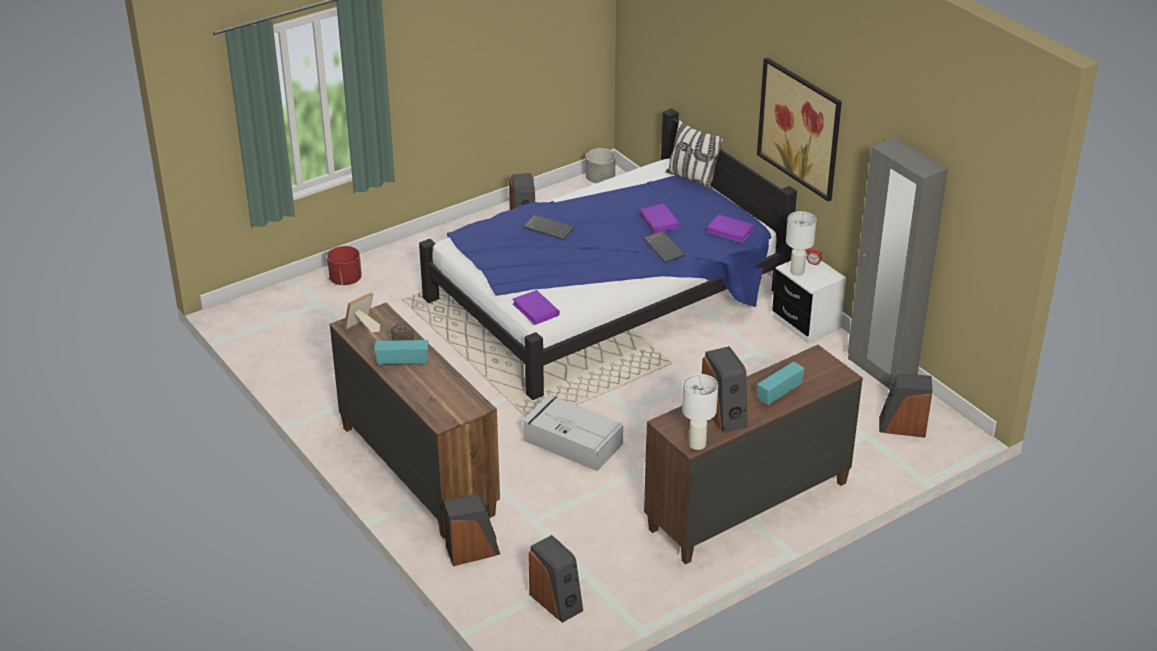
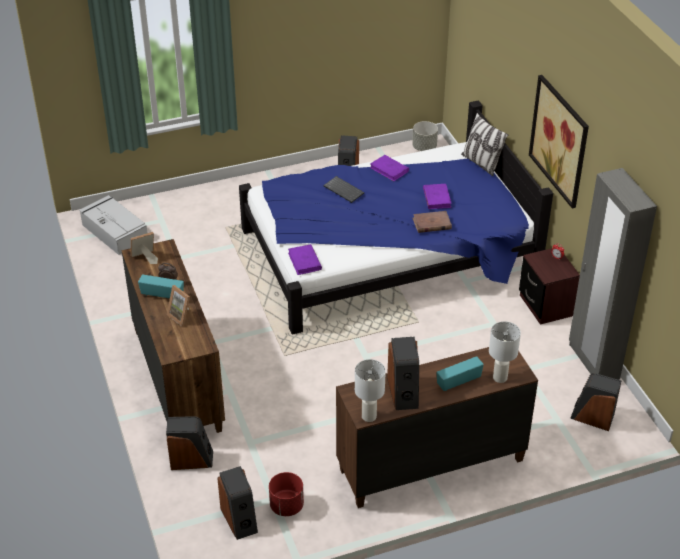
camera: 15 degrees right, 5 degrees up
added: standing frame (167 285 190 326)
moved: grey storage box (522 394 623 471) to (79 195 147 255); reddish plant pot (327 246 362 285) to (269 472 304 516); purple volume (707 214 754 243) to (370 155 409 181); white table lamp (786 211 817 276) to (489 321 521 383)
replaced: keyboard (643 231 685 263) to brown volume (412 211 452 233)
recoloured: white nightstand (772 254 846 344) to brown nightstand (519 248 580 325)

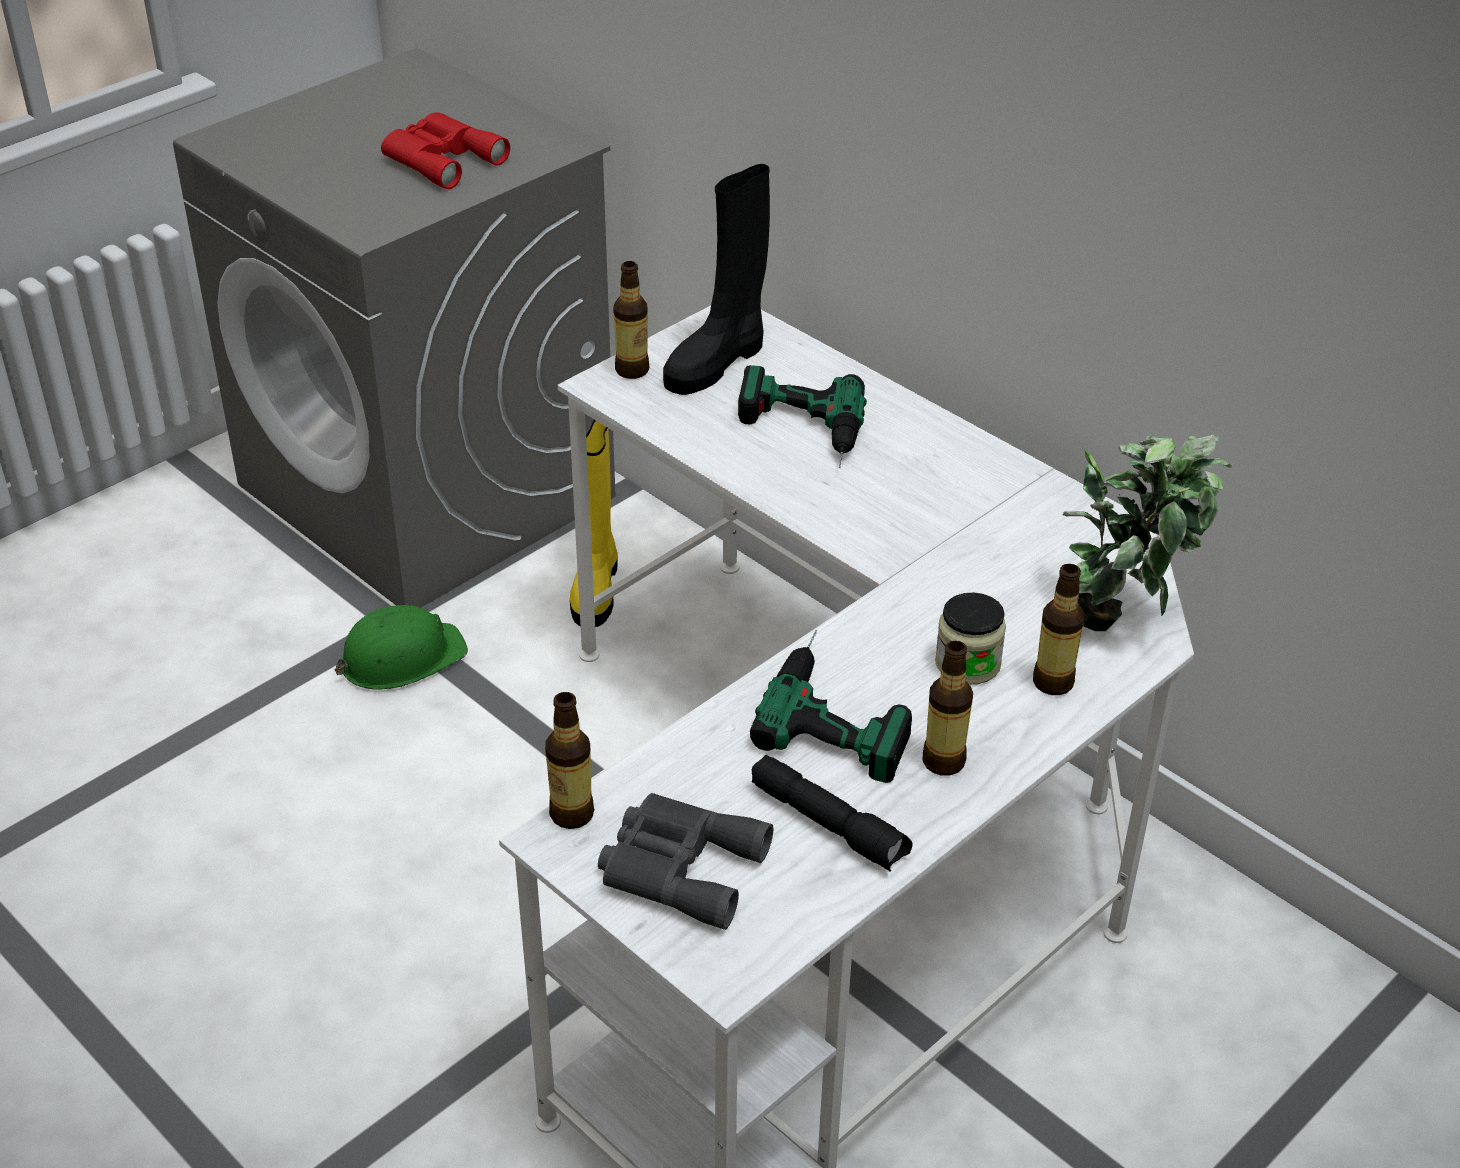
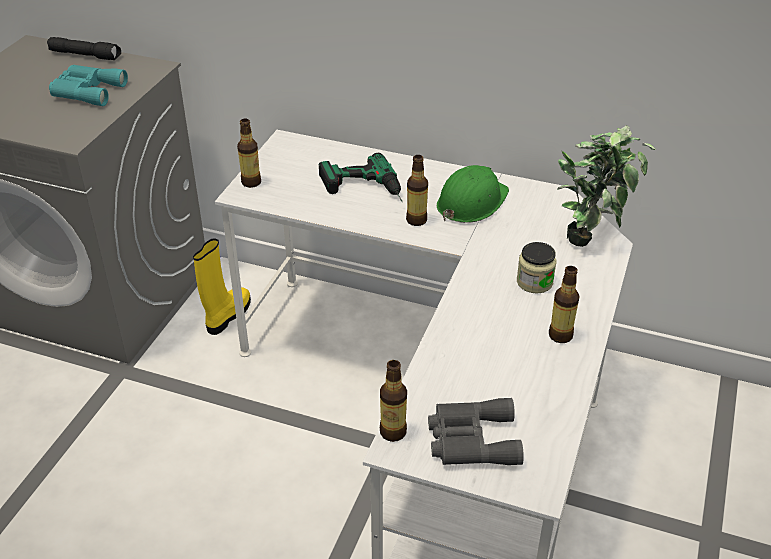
camera: 25 degrees left, 0 degrees up
removed: black high-top boot (663 164 770 395); electric drill (750 630 912 783)
moved: black hand torch (751 755 913 872) to (47 37 121 60); drink bottle (1033 564 1085 695) to (406 155 428 226); greenish hard hat (335 605 468 690) to (436 165 509 223)
recoloured: reddish field glasses (381 112 510 189) to turquoise-coloured field glasses (49 65 128 106)
turned: yellowish high-top boot (570 420 618 627) = (193 238 251 335) 135 degrees counterclockwise

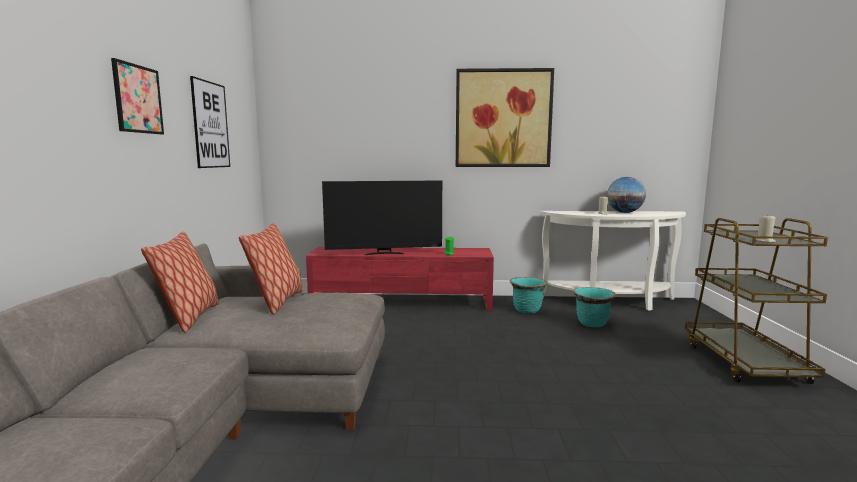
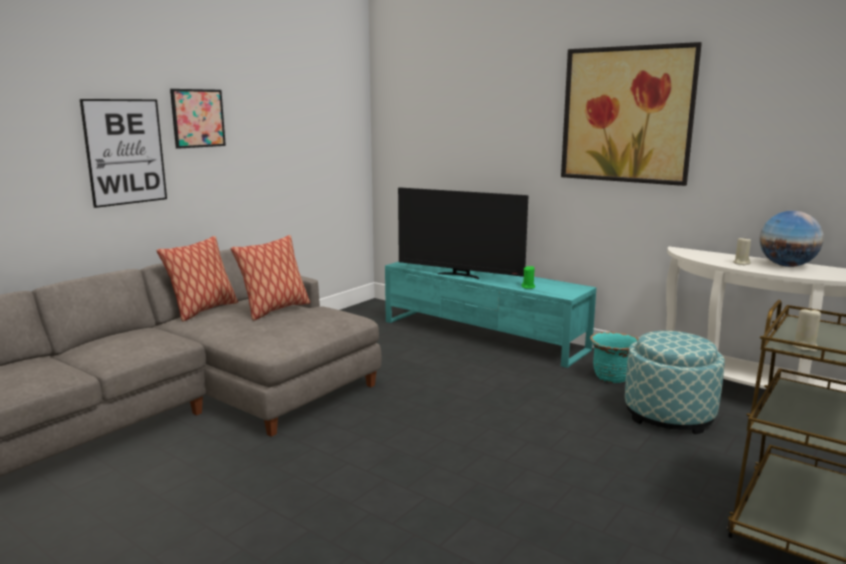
camera: 35 degrees right, 5 degrees up
moved: wall art (190 76 230 168) to (80 99 167 208)
replaced: turquoise-coloured plant pot (573 287 616 328) to footrest (625 331 725 434)
recoloured: reddish tv stand (306 247 494 311) to turquoise-coloured tv stand (385 262 597 368)

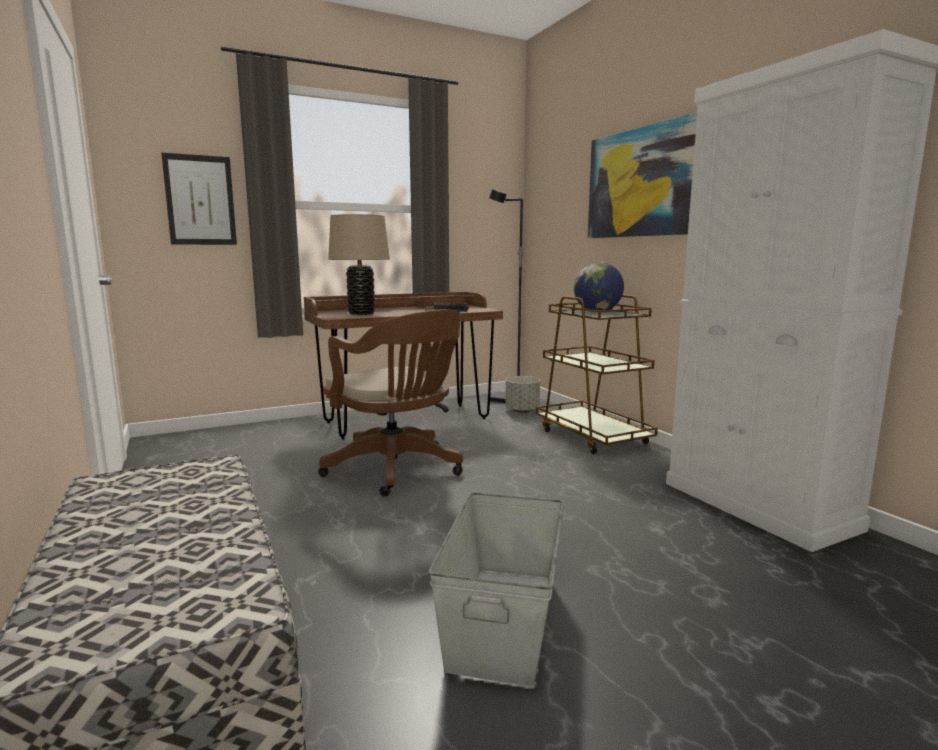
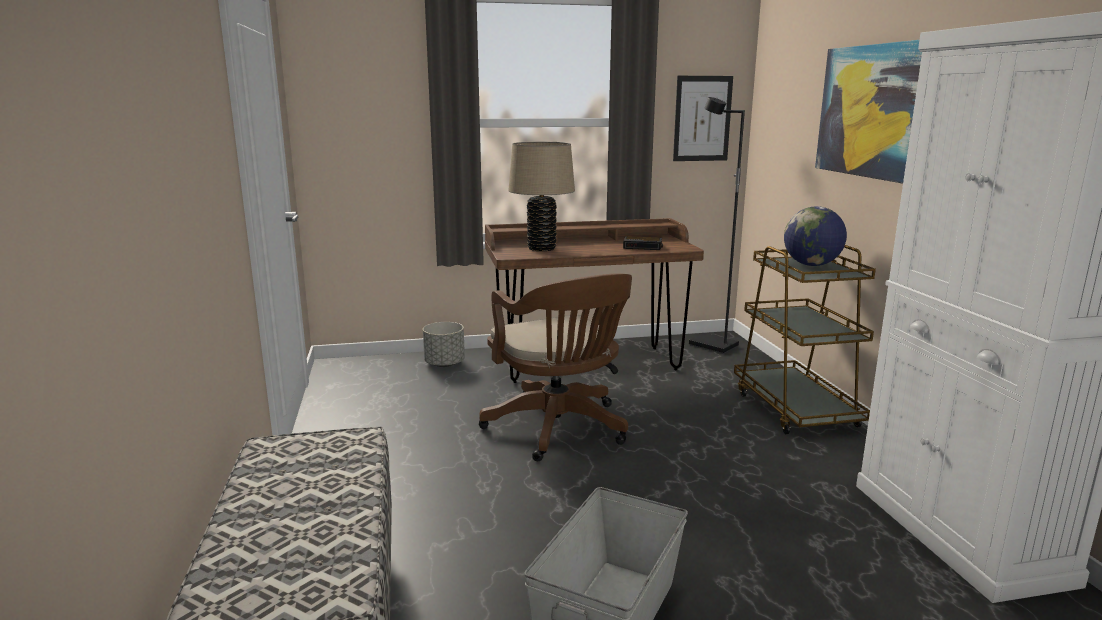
camera: 15 degrees right, 5 degrees up
moved: grey plant pot (505 376 540 413) to (423 322 465 367); wall art (161 153 237 245) to (673 76 733 161)

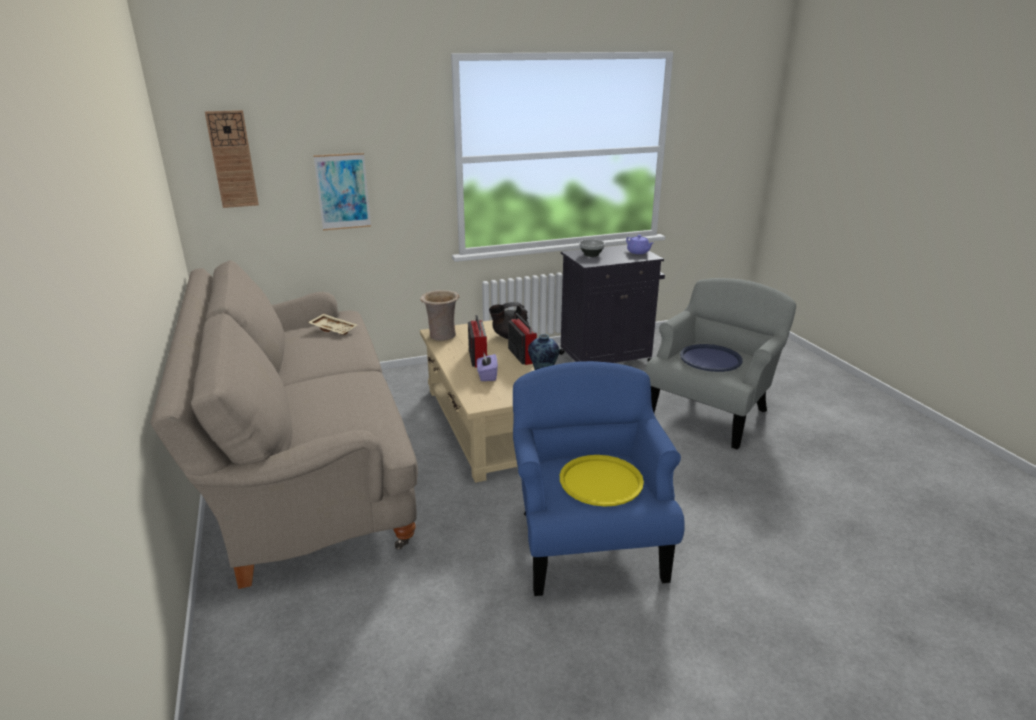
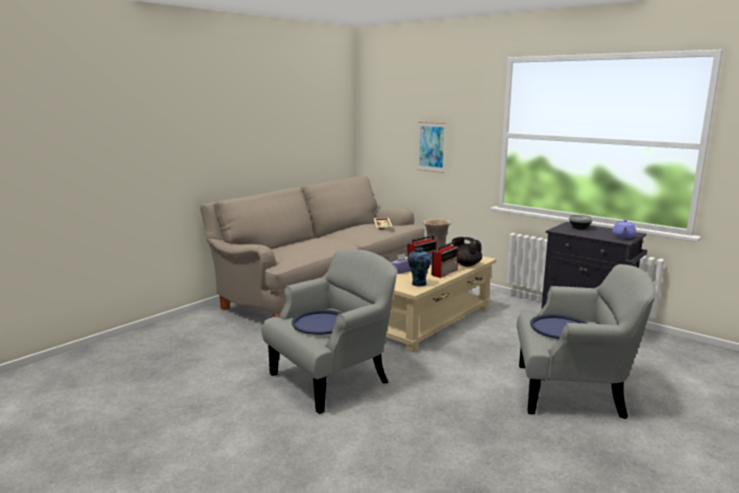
camera: 60 degrees right, 10 degrees down
removed: hanging clock (205 110 259 208)
recoloured: bluish lounge chair (513 361 685 596) to grey lounge chair (262 249 397 414); yellowish serving tray (560 455 644 507) to bluish serving tray (292 310 342 335)

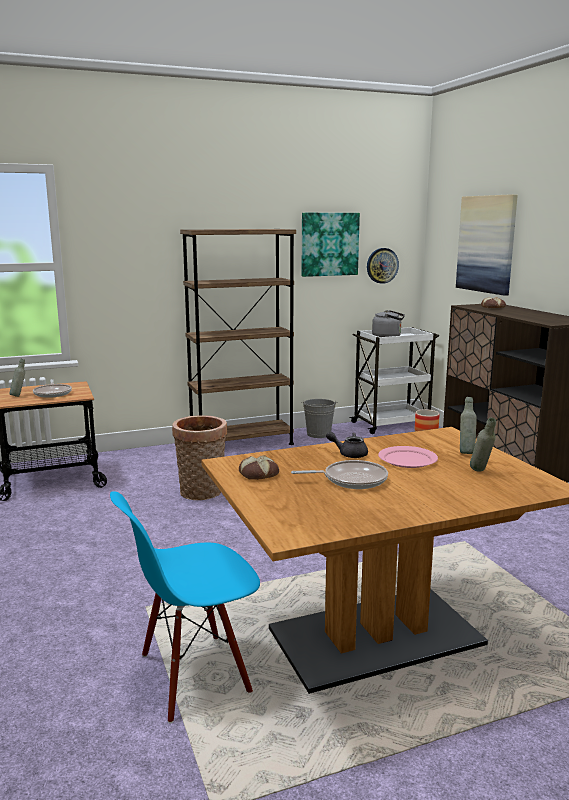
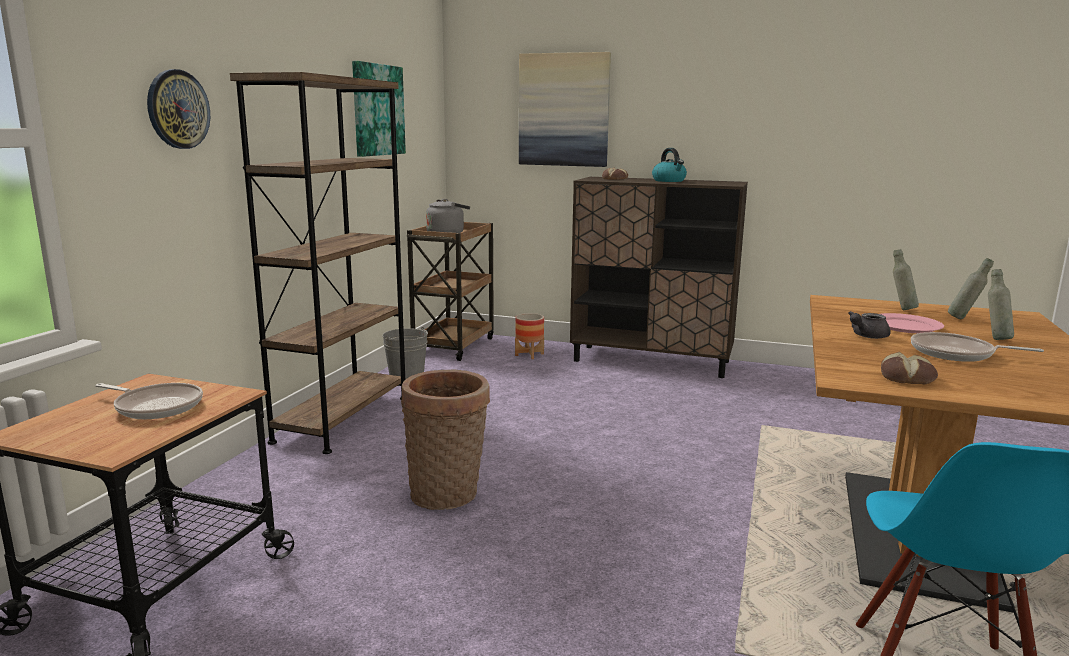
camera: 50 degrees left, 0 degrees up
added: kettle (652 148 687 182)
moved: hanging clock (367 248 399 284) to (147 69 210 149); grey drink bottle (9 359 25 397) to (988 269 1014 340)
recoloured: white cart (349 327 439 434) to brown cart (407 222 494 361)
turned: pan (291 460 388 489) = (911 332 1044 362) 105 degrees counterclockwise

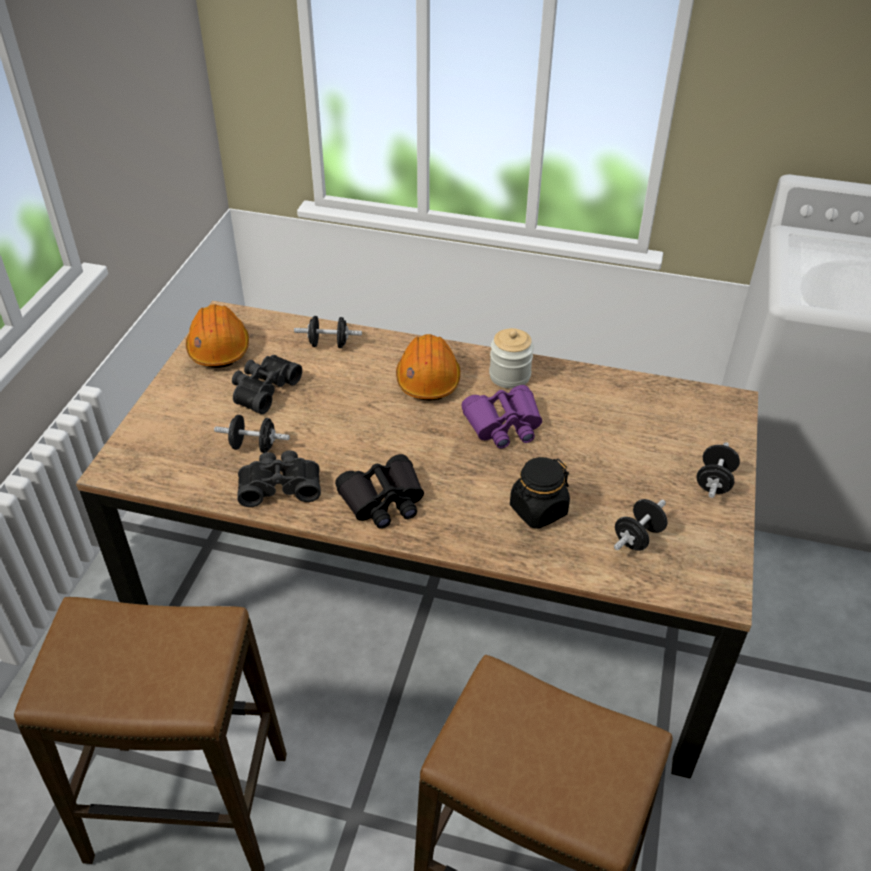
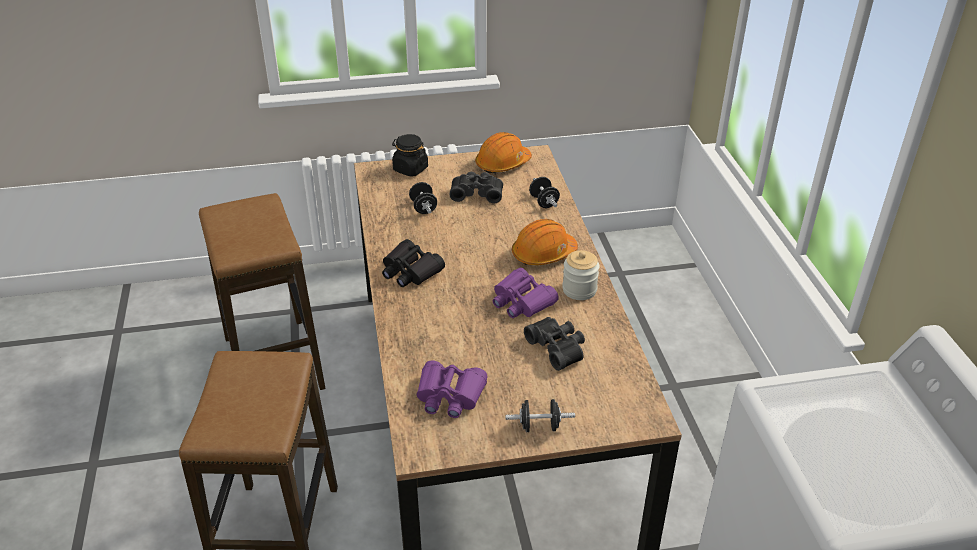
camera: 65 degrees right, 5 degrees down
moved: black jar (510 457 570 529) to (392 134 428 177); black field glasses (237 450 321 507) to (524 317 585 371)
replaced: black hand weight (614 499 667 551) to purple field glasses (417 360 488 418)

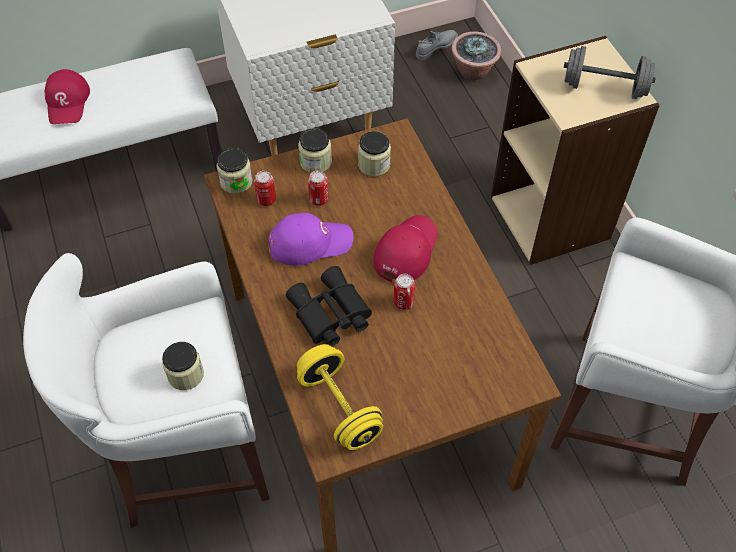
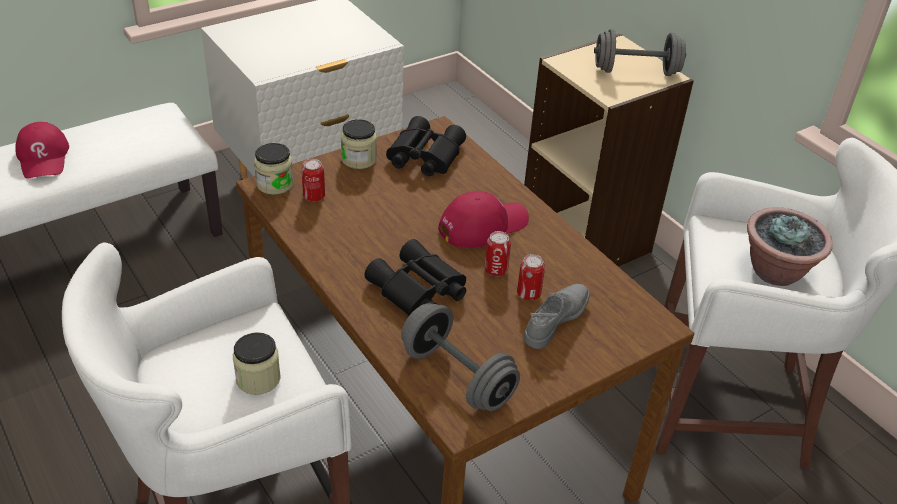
camera: 15 degrees left, 15 degrees down
removed: purple peaked cap (268 213 353 266)
moved: can (308 170 329 206) to (517 254 545 300); grey low shoe (416 30 458 60) to (523 284 590 349); plant in a pot (451 31 502 80) to (747 207 833 286)
replaced: jar (358 131 391 177) to black field glasses (386 116 466 176)
recoloured: yellowish hand weight (297 344 383 450) to grey hand weight (401 303 520 411)
turned: reddish peaked cap (373 215 438 283) = (438 191 529 248) 45 degrees clockwise

